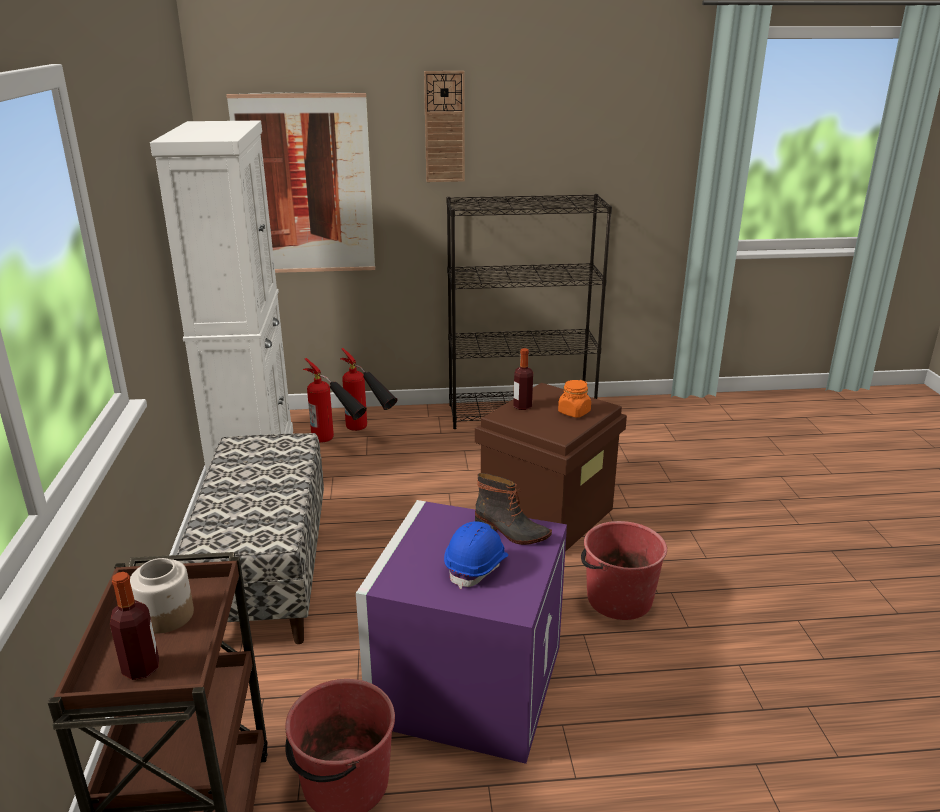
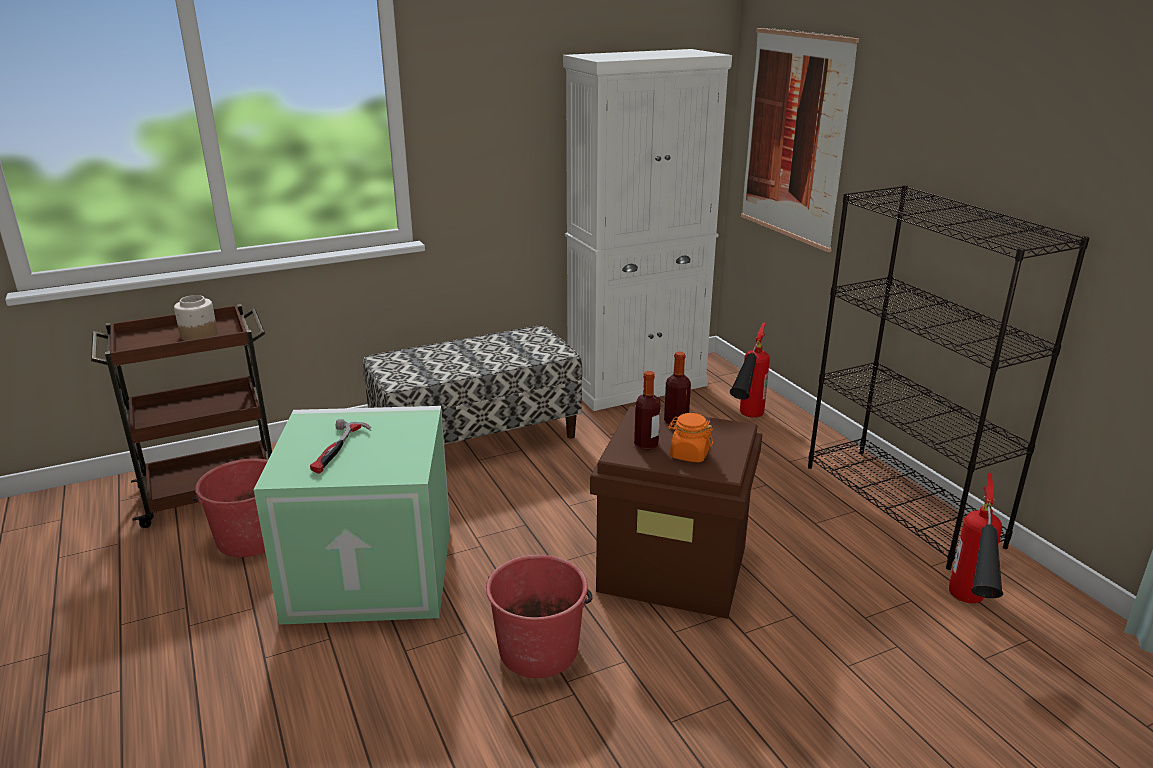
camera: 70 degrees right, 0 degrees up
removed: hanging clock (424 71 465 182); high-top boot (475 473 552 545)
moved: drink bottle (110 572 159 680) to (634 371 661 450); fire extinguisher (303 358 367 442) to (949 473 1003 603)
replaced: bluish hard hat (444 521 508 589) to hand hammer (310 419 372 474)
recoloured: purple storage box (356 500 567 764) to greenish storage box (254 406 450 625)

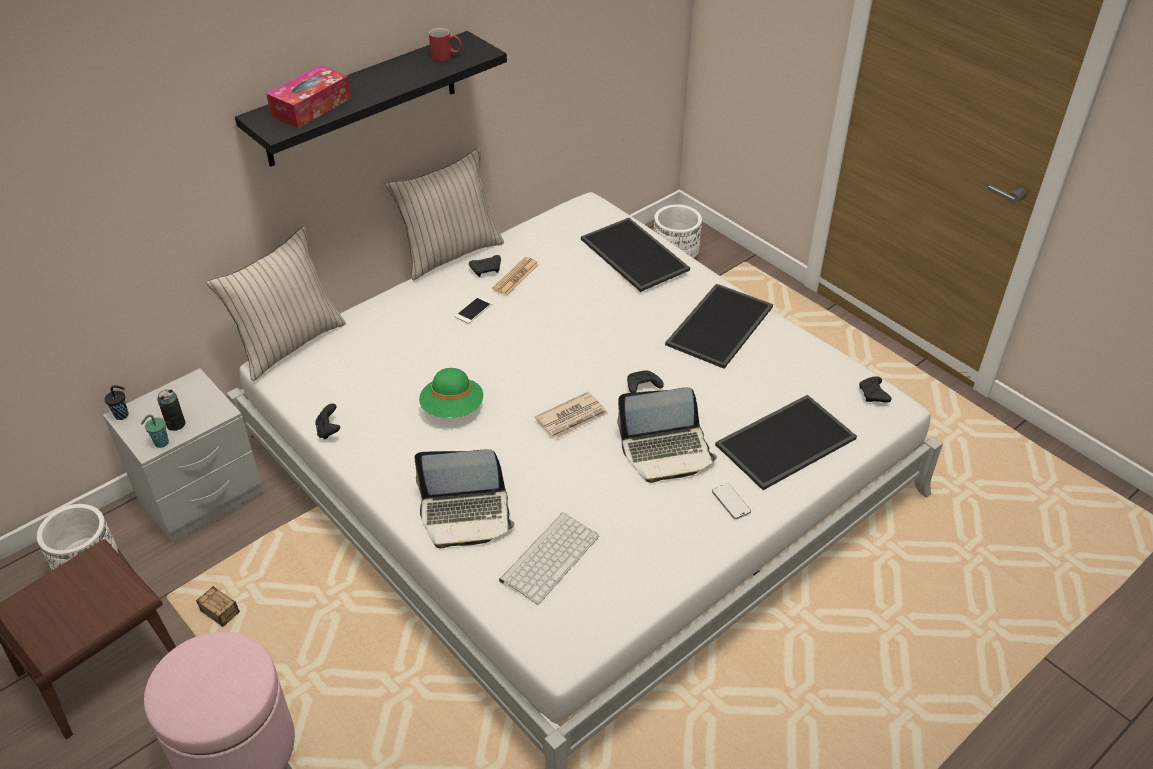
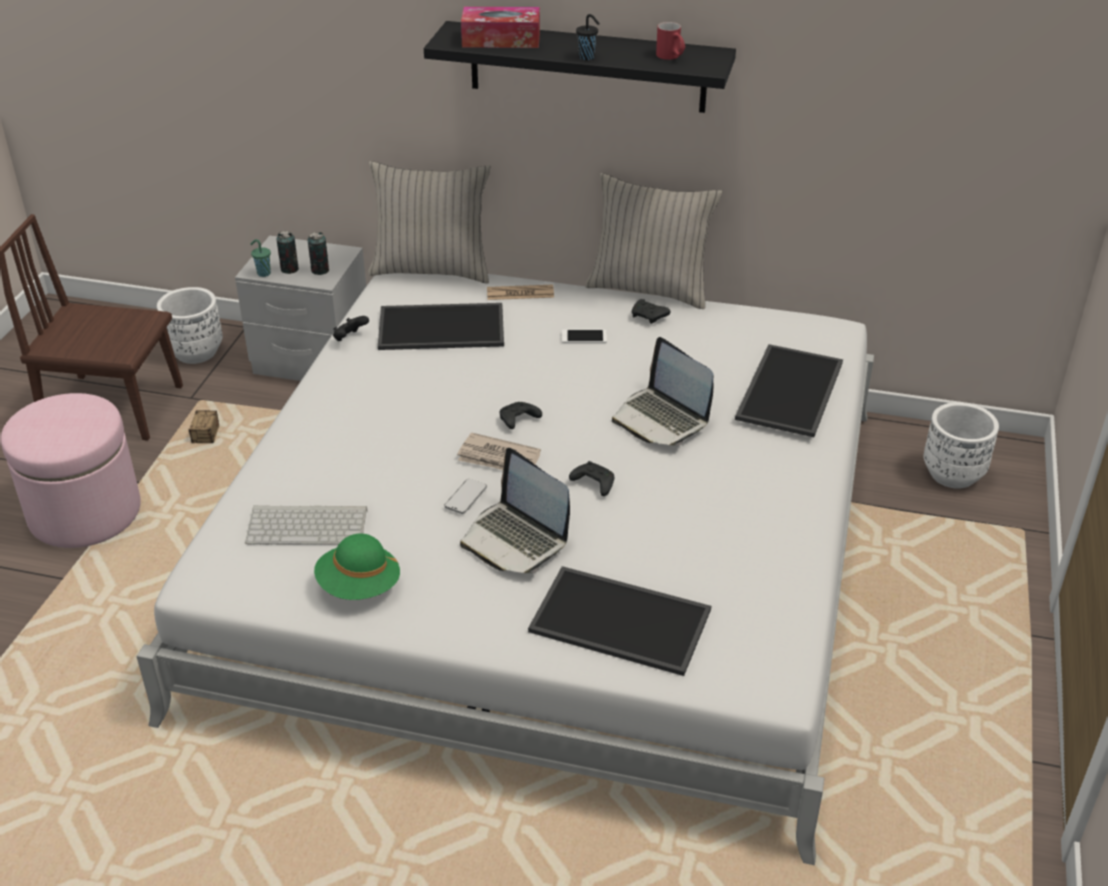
camera: 55 degrees right, 5 degrees down
added: can (308 232 329 275)
moved: greenish clothing hat (419 368 483 418) to (314 534 400 600); serving tray (665 284 773 369) to (378 303 504 350); phone (712 483 751 519) to (445 479 487 514); daily paper (492 257 539 295) to (487 285 554 300); black joypad (859 376 891 403) to (500 402 542 429); black cup (104 385 129 420) to (576 14 600 60); portable computer (415 449 515 548) to (612 337 713 446)

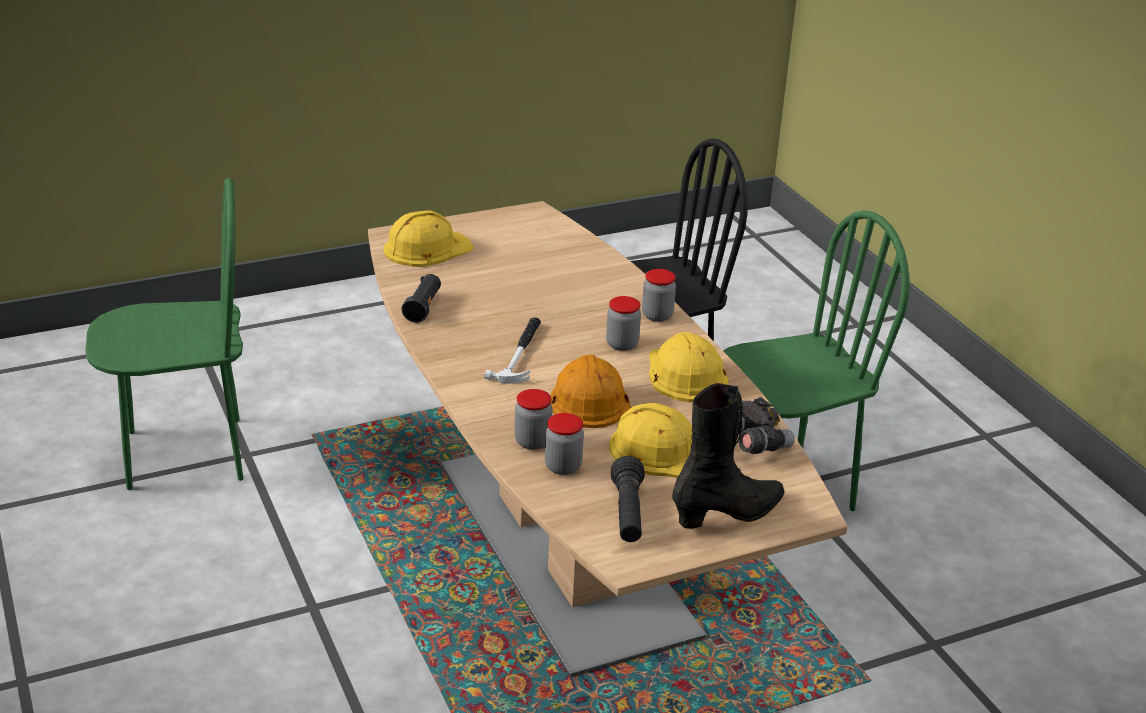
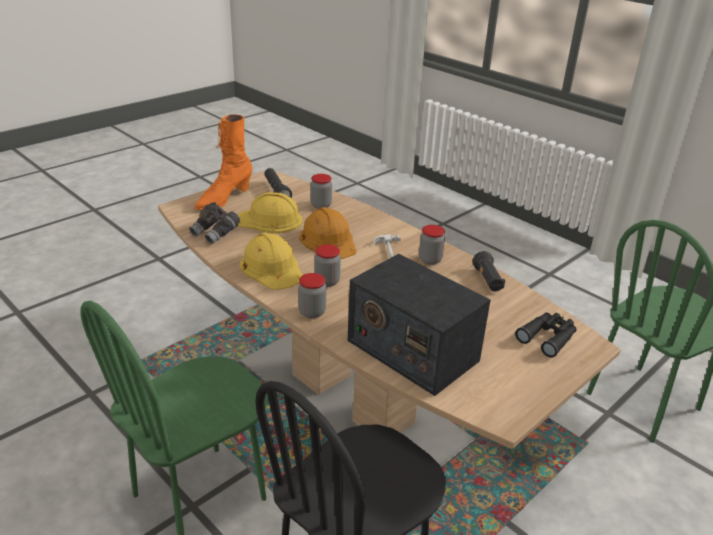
camera: 160 degrees right, 0 degrees up
added: radio set (348 254 490 396)
moved: jar (515 389 553 450) to (419 225 445 265)
replaced: yellowish hard hat (384 211 474 267) to black field glasses (515 312 577 358)
recoloured: black high-top boot (672 383 785 529) to orange-coloured high-top boot (194 114 252 210)

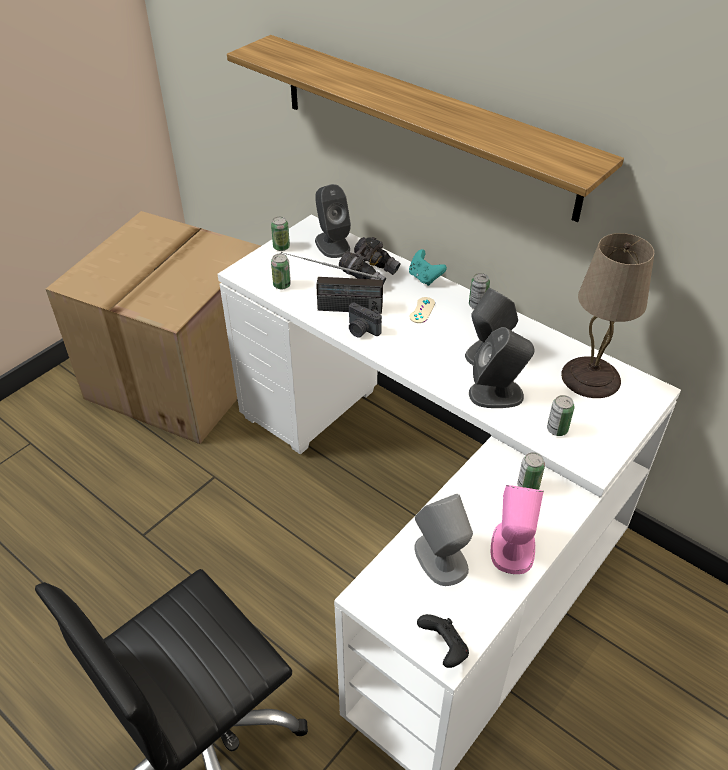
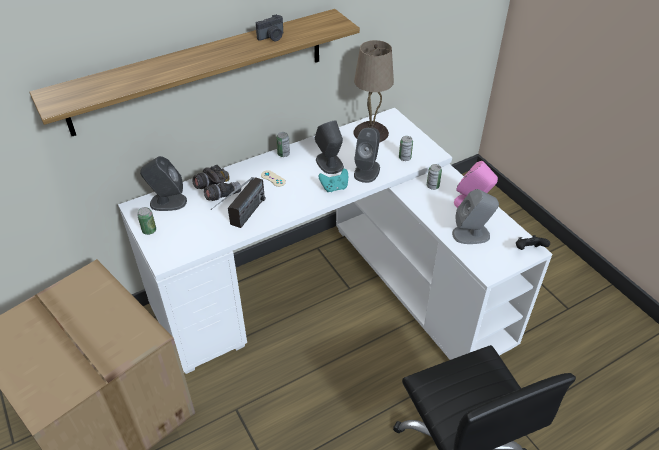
camera: 70 degrees left, 0 degrees up
removed: can (271 254 291 290)
moved: still camera (349 302 382 338) to (256 14 283 41); turquoise-coloured joypad (409 249 447 286) to (319 168 348 192)

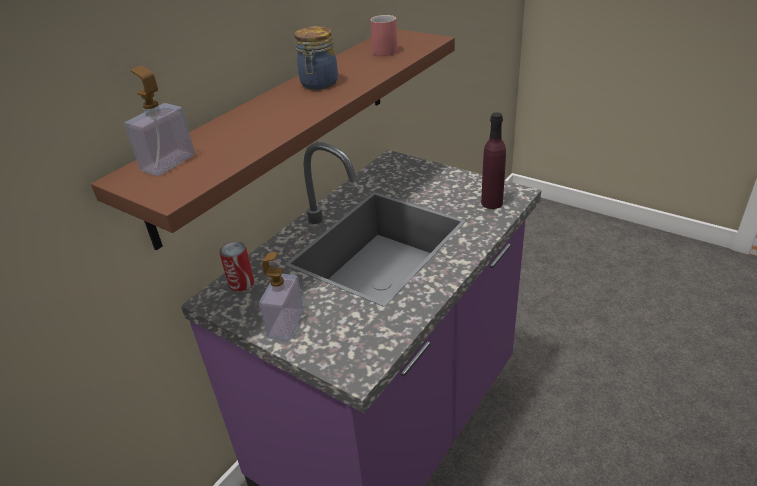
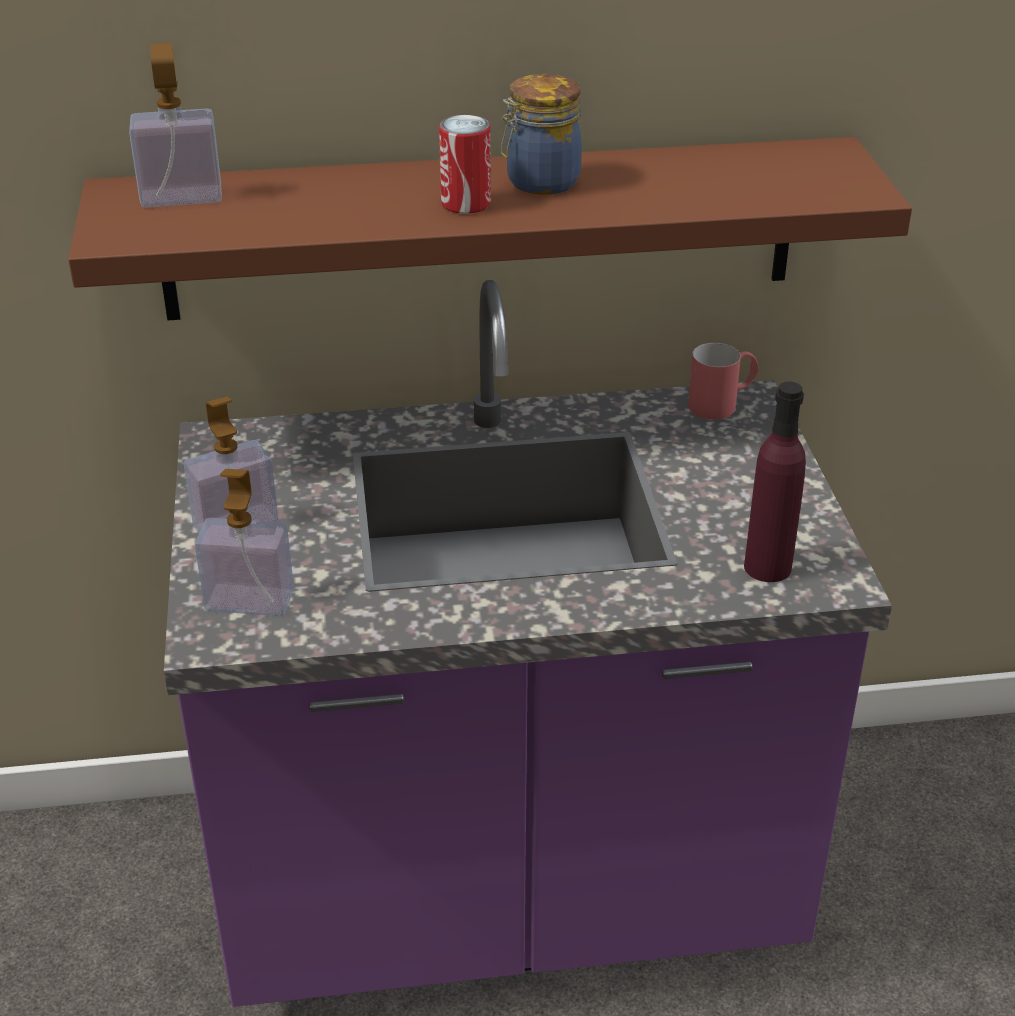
camera: 45 degrees right, 0 degrees up
added: soap bottle (195 469 294 616)
moved: can (219 242 254 292) to (439 115 491 214); reddish coffee mug (370 15 398 56) to (688 343 759 420)

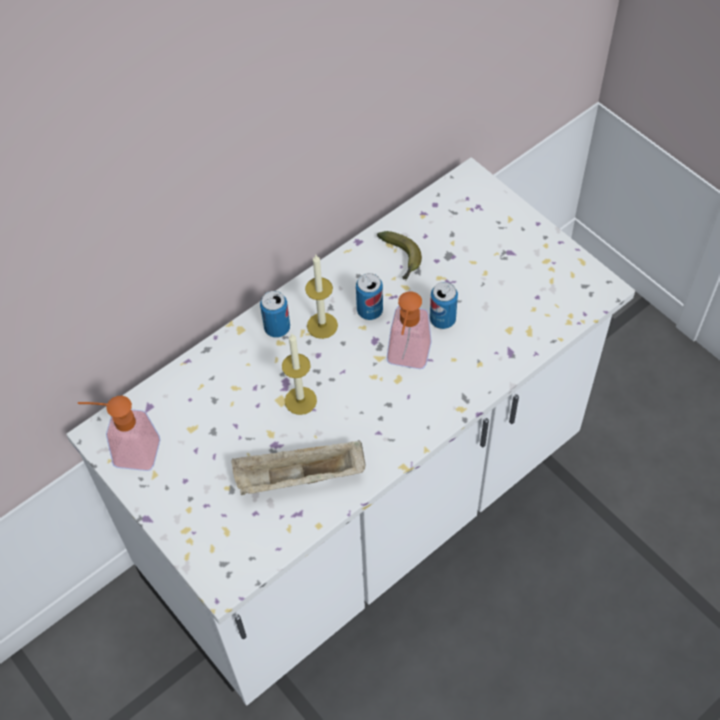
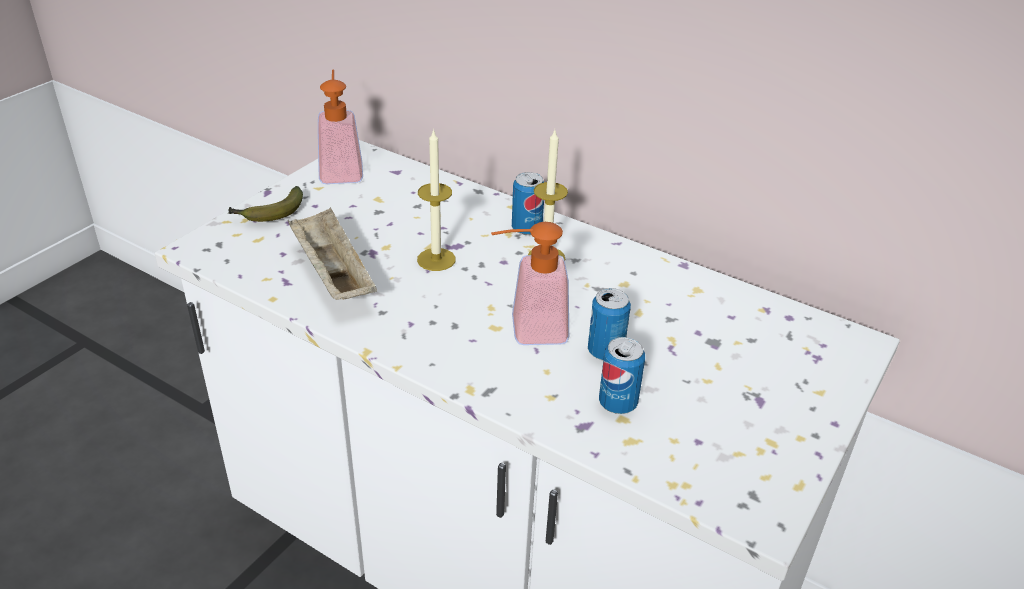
camera: 70 degrees right, 20 degrees down
moved: whole banana (377 231 422 281) to (228 186 303 222); can (356 273 383 320) to (599 337 645 414)

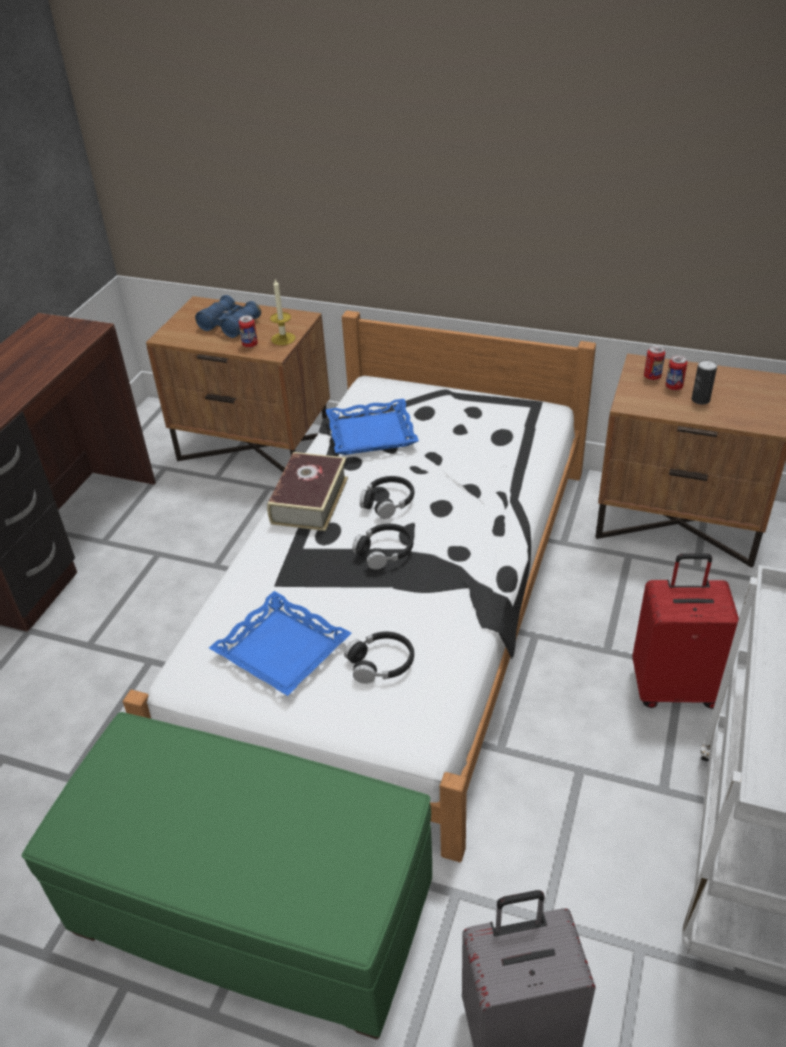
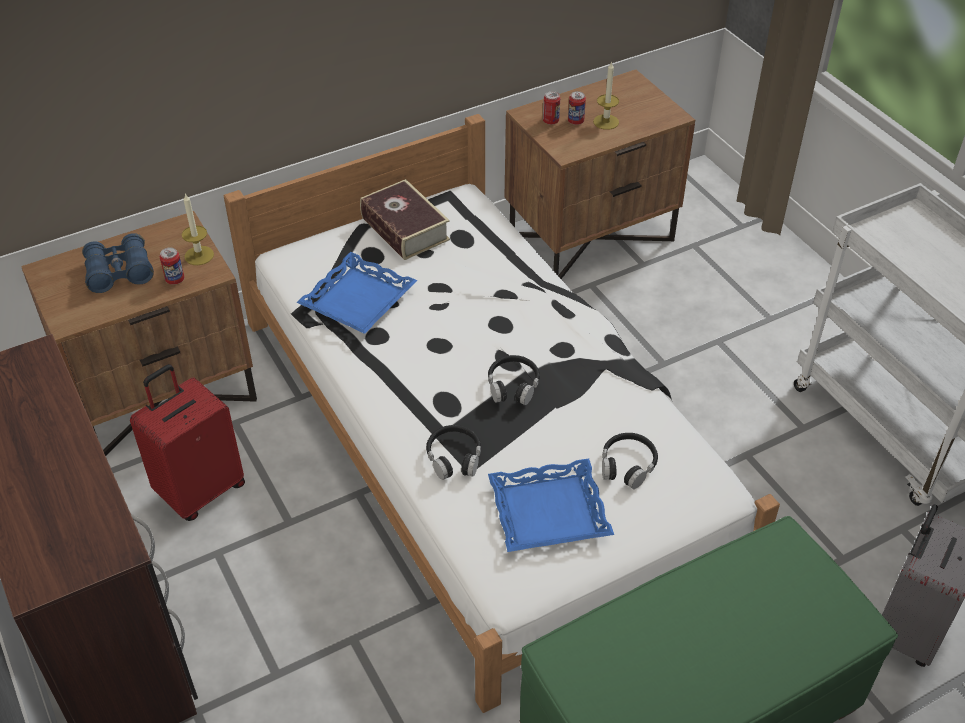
camera: 50 degrees left, 5 degrees up
moved: reddish travel case (632 553 739 709) to (130 364 245 521); volume (267 452 348 531) to (360 179 450 260); black pair of headphones (360 476 414 519) to (426 425 481 480)
replaced: can (691 360 717 405) to wax candle (593 61 619 130)

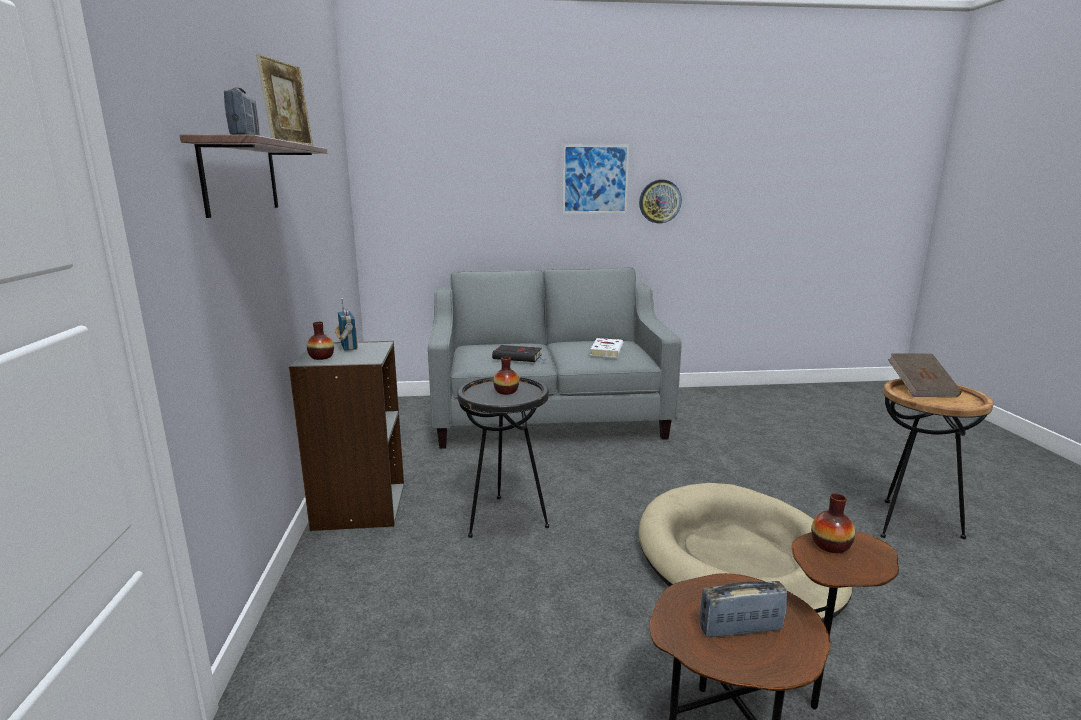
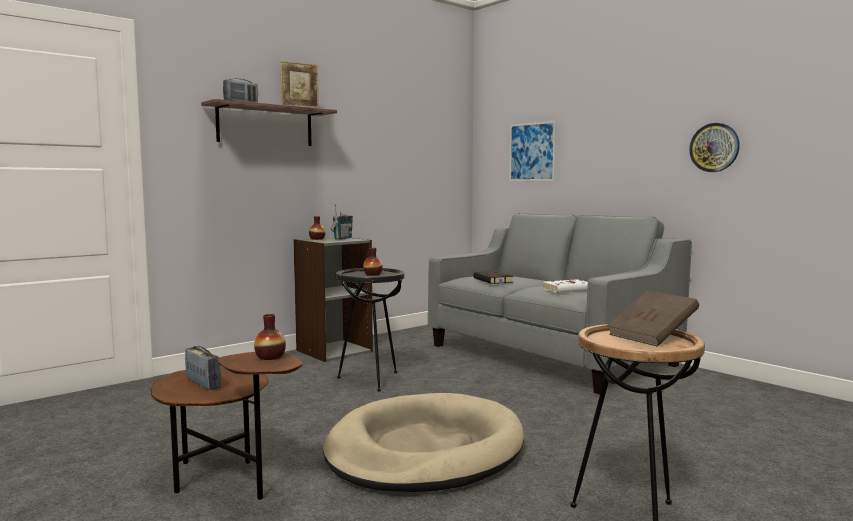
camera: 55 degrees right, 10 degrees down
moved: wall art (562 145 629 214) to (509 121 556 181)

